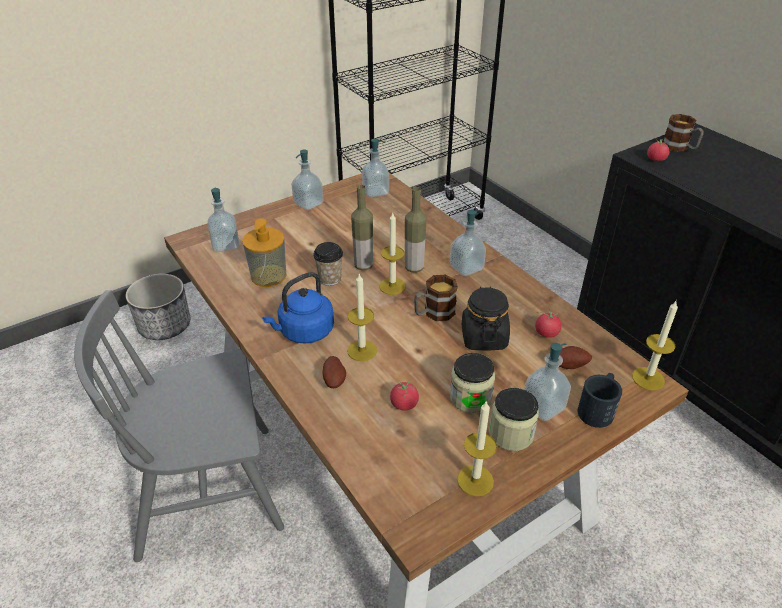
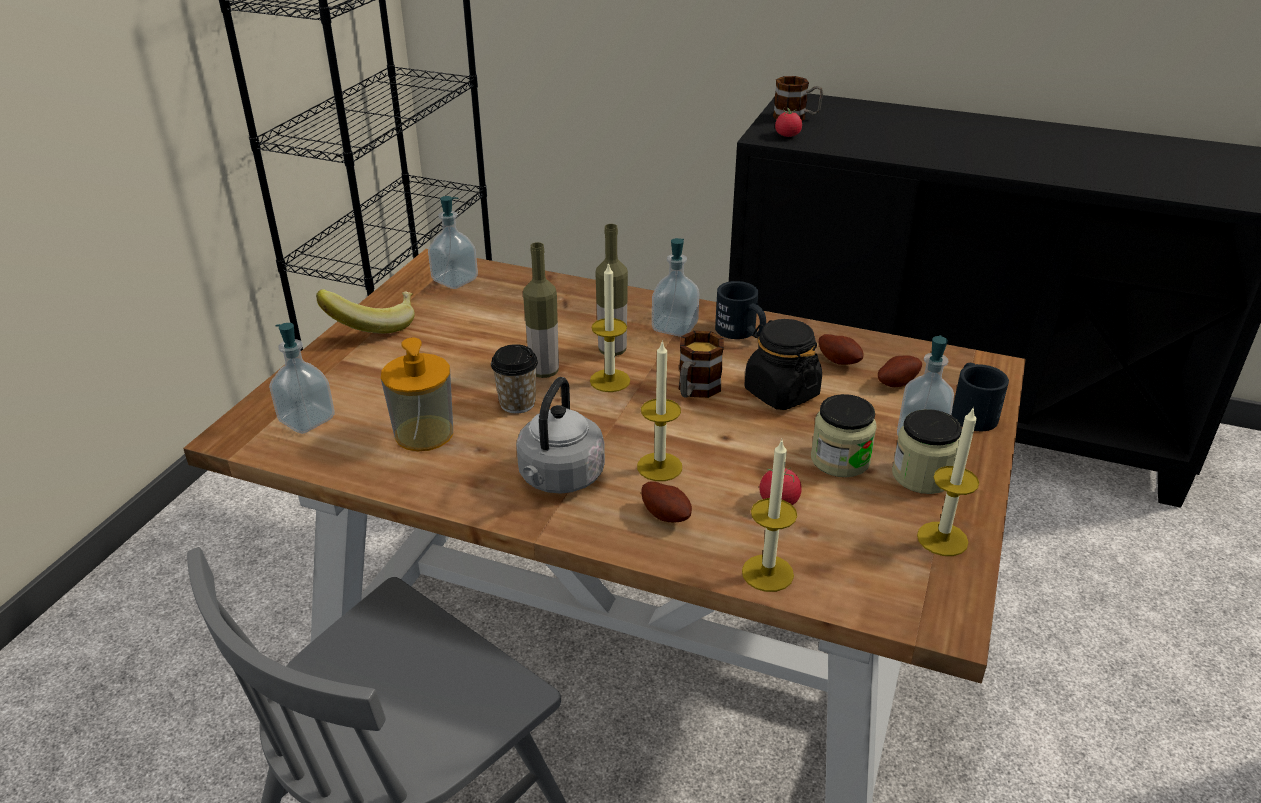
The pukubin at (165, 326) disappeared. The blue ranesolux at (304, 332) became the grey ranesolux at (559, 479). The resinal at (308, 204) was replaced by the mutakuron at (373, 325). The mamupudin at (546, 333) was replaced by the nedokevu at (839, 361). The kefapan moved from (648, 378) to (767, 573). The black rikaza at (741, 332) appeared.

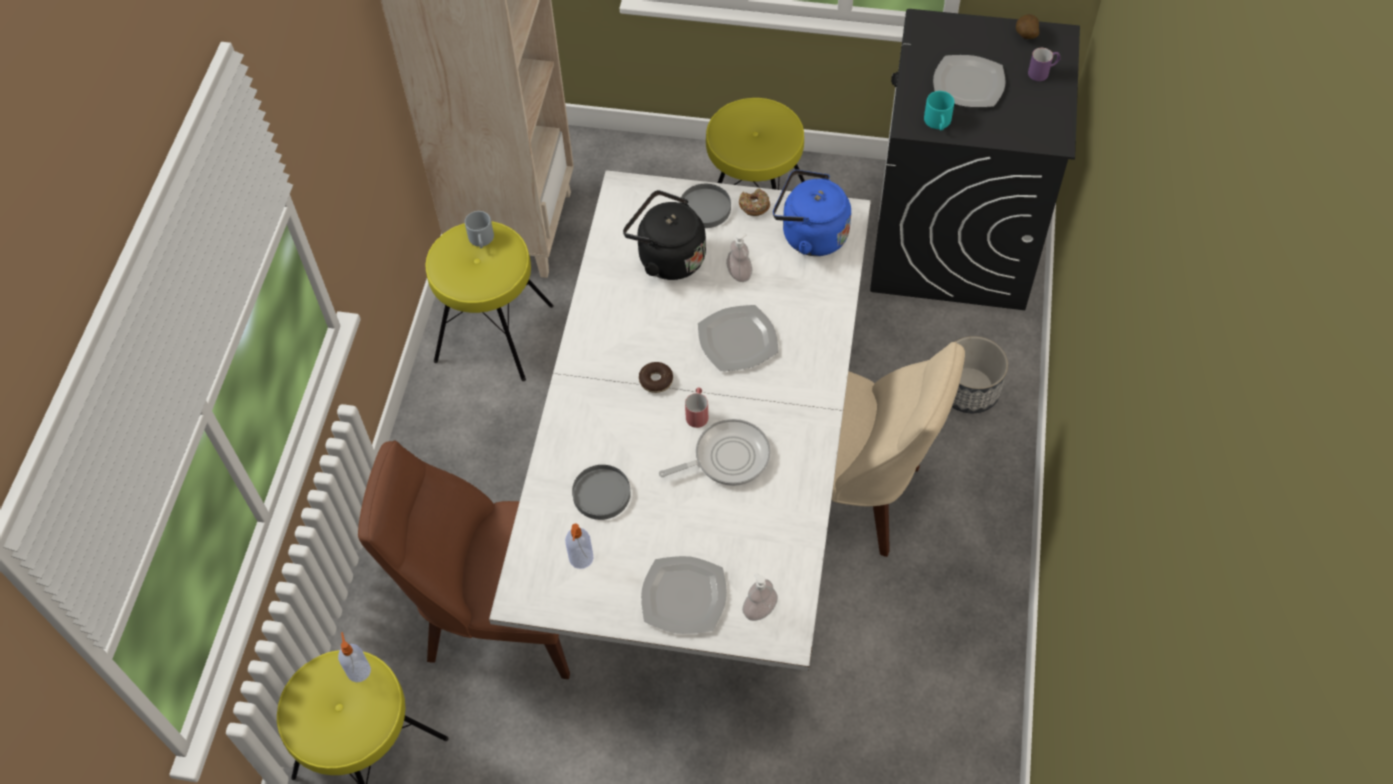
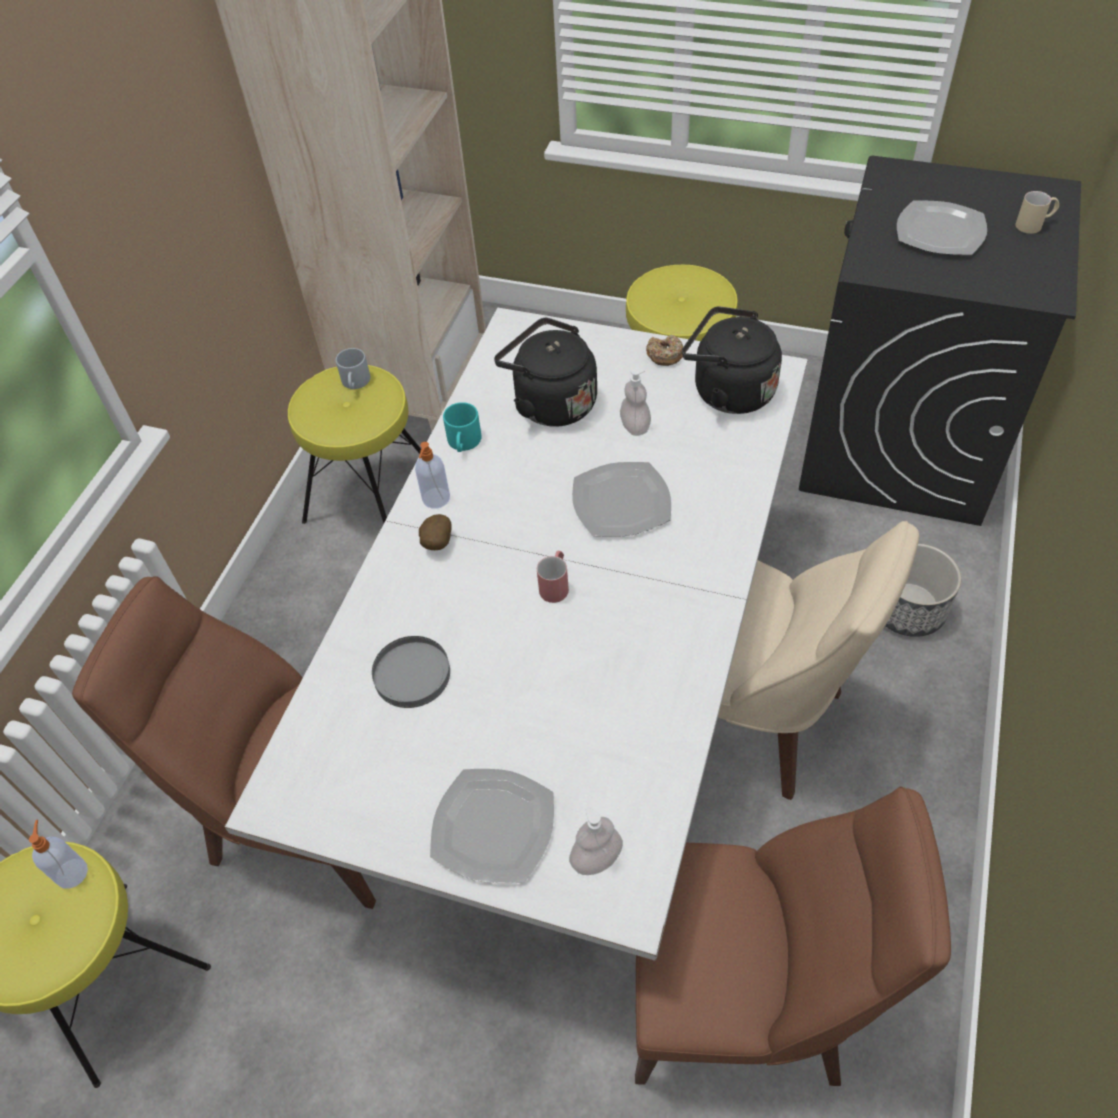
The resinal moved from (581, 559) to (435, 499). The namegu at (656, 380) disappeared. The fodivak at (727, 457) disappeared. The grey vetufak at (705, 208) disappeared. The blue ranesolux at (810, 235) became the black ranesolux at (728, 391). The turquoise rikaza moved from (938, 123) to (464, 443). The nedokevu moved from (1025, 36) to (436, 544). The purple rikaza at (1043, 72) became the beige rikaza at (1034, 225). The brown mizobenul at (745, 998) appeared.

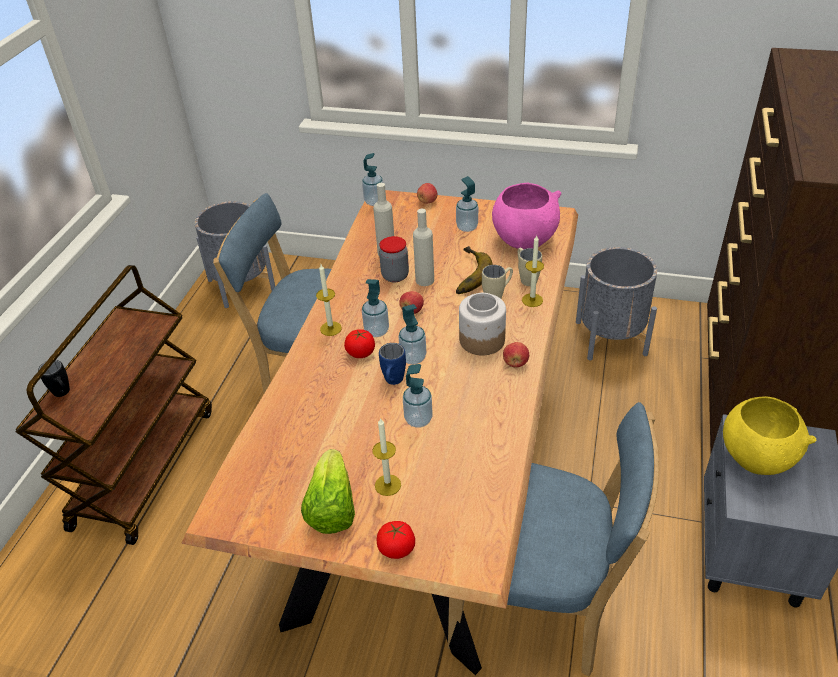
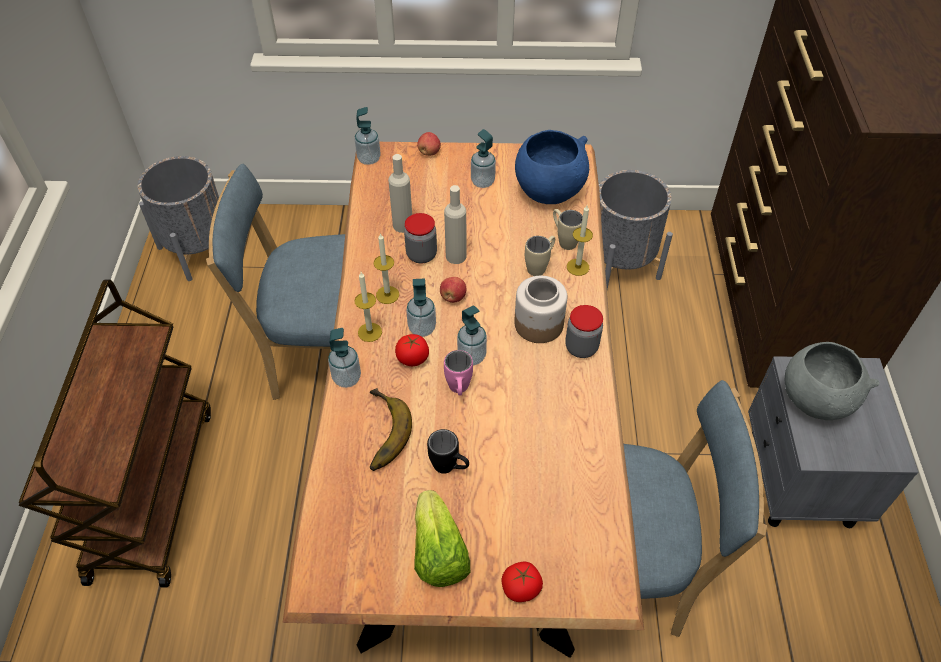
The black rikaza moved from (64, 394) to (450, 468). The kefapan moved from (387, 485) to (387, 295). The blue rikaza at (393, 383) became the pink rikaza at (459, 391). The resinal moved from (418, 419) to (347, 378). The mutakuron moved from (466, 274) to (378, 433). The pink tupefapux at (524, 240) became the blue tupefapux at (549, 191). The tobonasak at (515, 363) was replaced by the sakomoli at (581, 347). The yellow tupefapux at (756, 457) became the grey tupefapux at (815, 400).

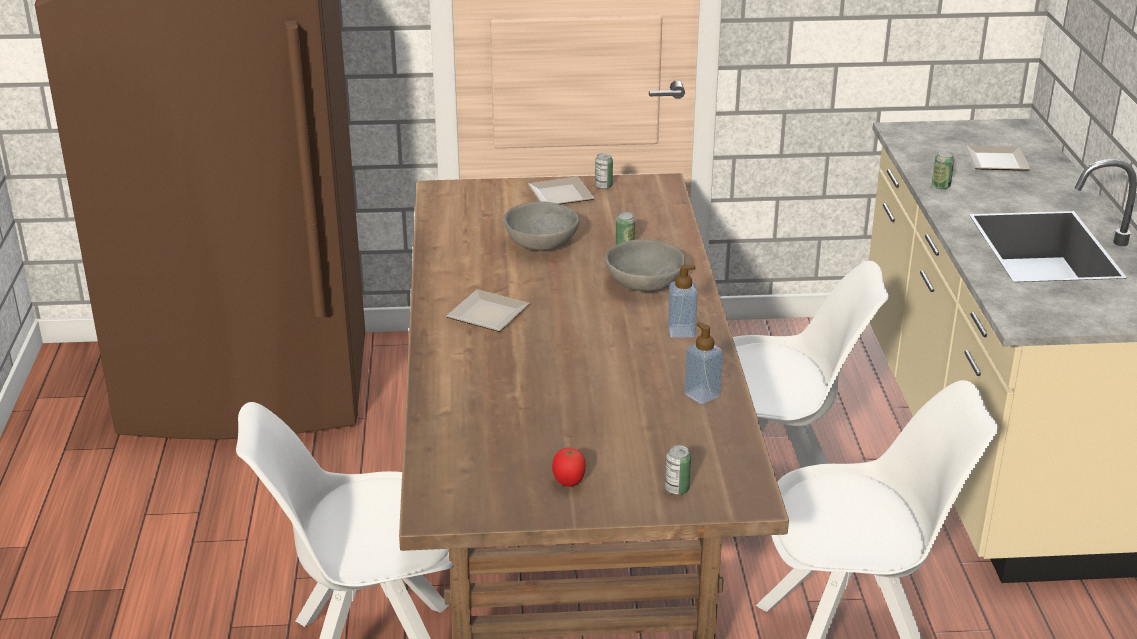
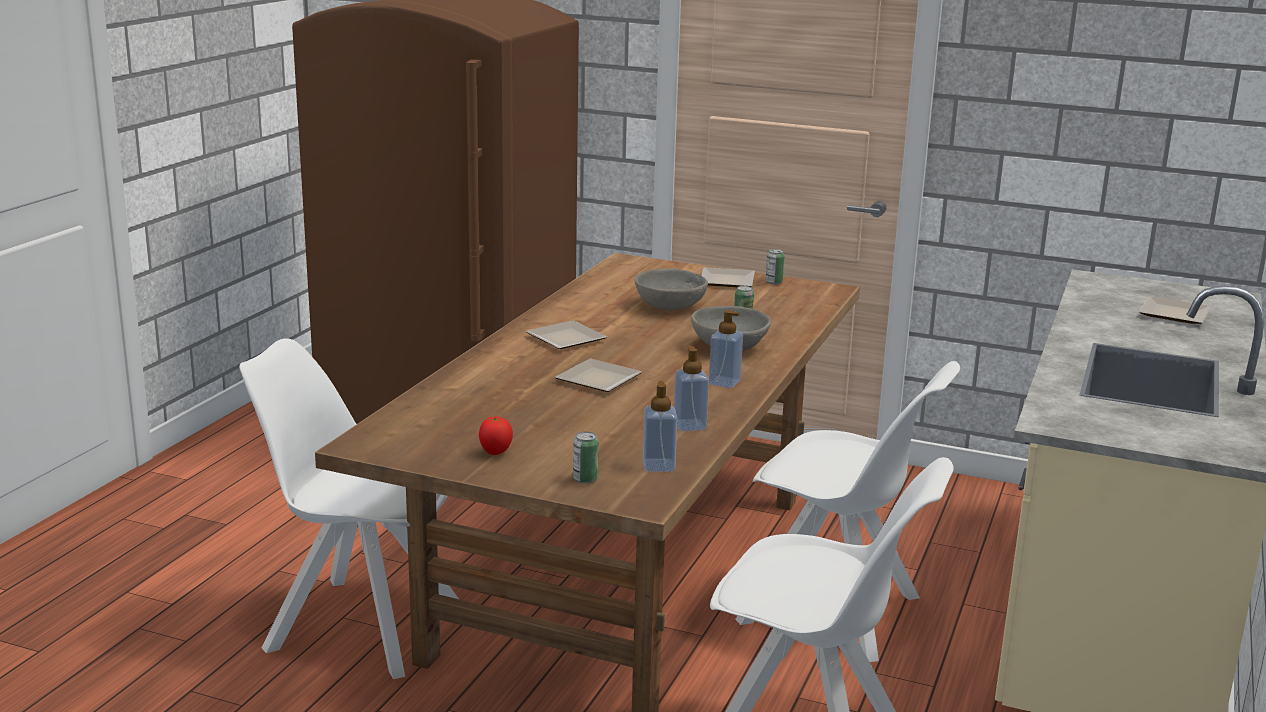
The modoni at (940, 186) disappeared. The vetufak at (601, 380) appeared. The resinal at (658, 466) appeared.

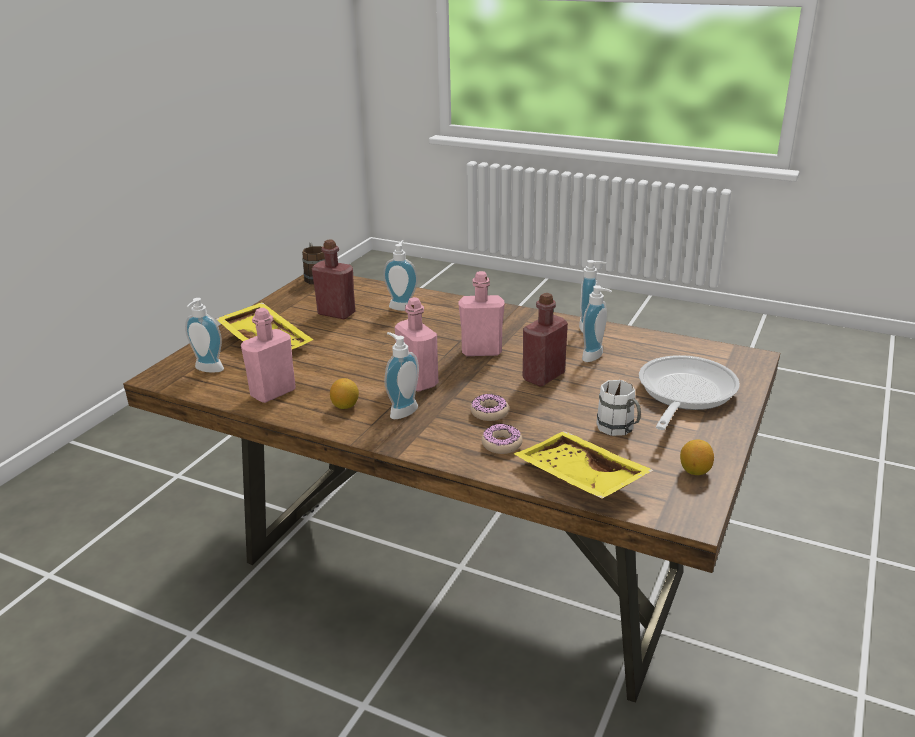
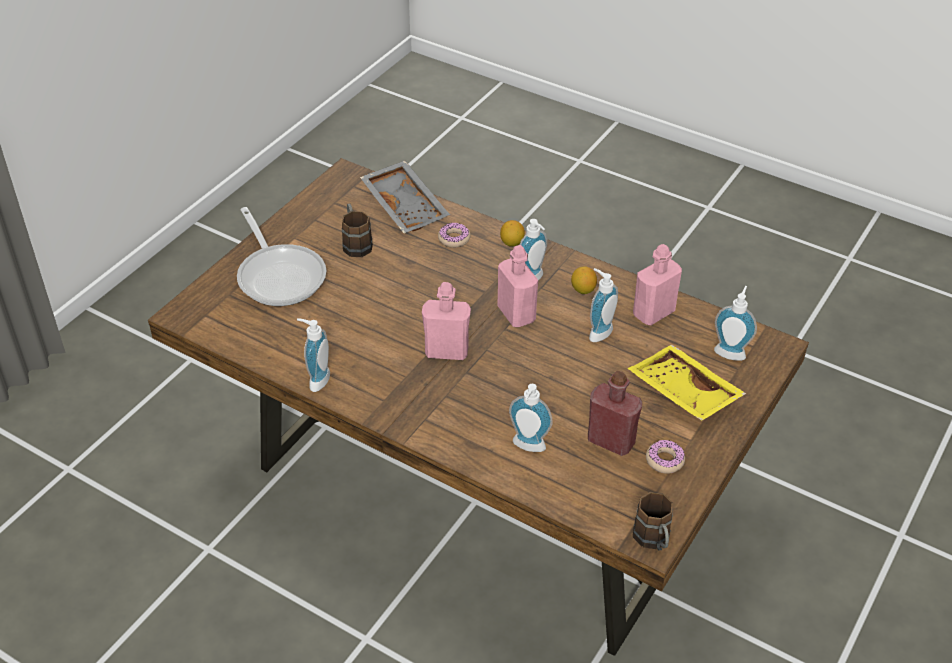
The namegu moved from (489, 412) to (664, 460). The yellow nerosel at (578, 478) became the grey nerosel at (406, 206). The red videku at (543, 377) disappeared. The resinal moved from (595, 357) to (598, 332). The white rikaza at (620, 430) became the brown rikaza at (355, 243). The fodivak at (683, 394) turned 60 degrees counterclockwise. The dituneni moved from (694, 471) to (512, 243).

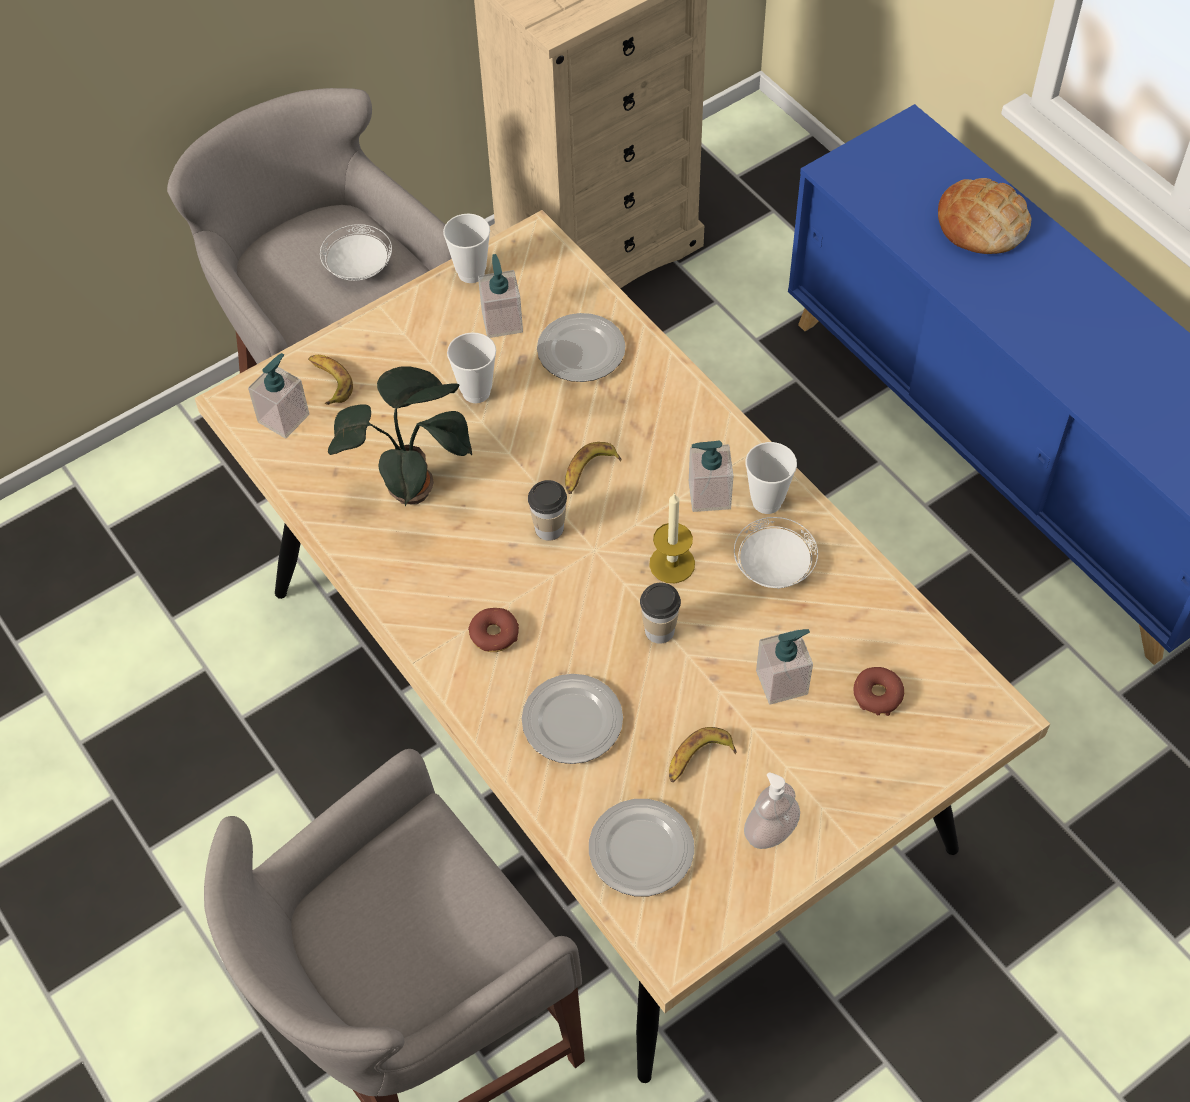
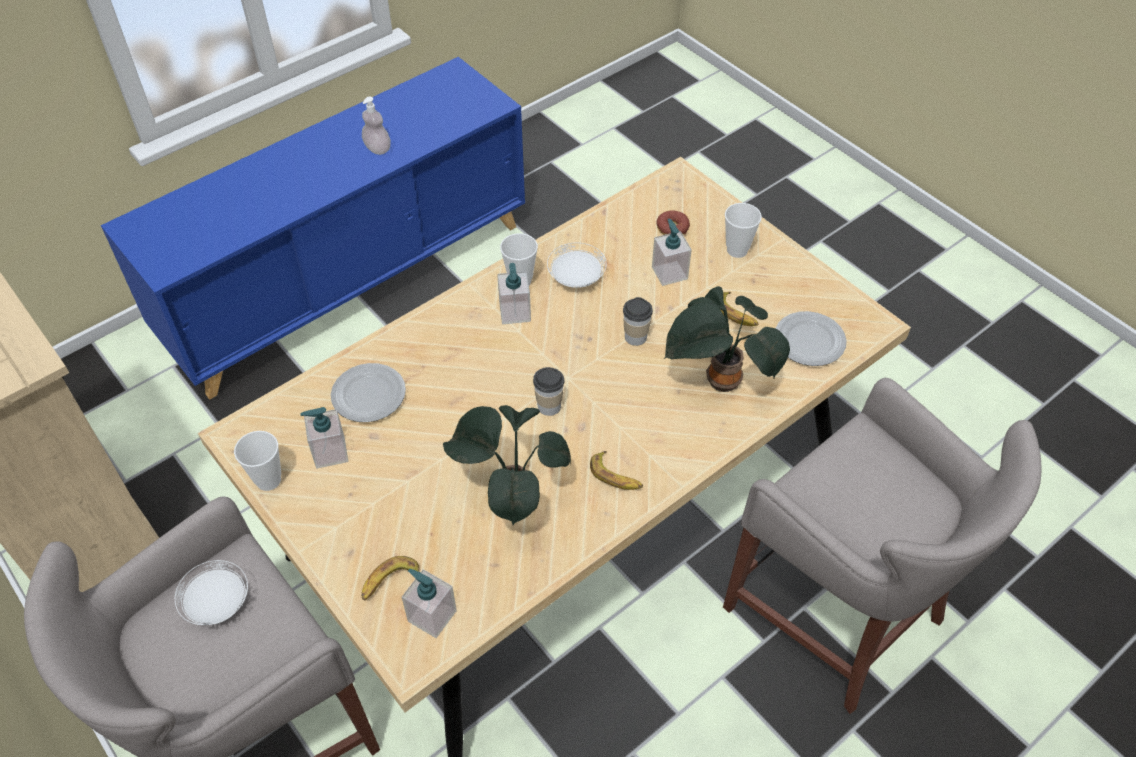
The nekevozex moved from (476, 392) to (737, 250). The namegu at (494, 634) disappeared. The vetufak at (572, 722) was replaced by the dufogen at (719, 383). The mutakuron moved from (589, 472) to (616, 476). The kefapan at (672, 564) disappeared. The resinal moved from (770, 831) to (377, 148). The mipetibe at (982, 224) disappeared.

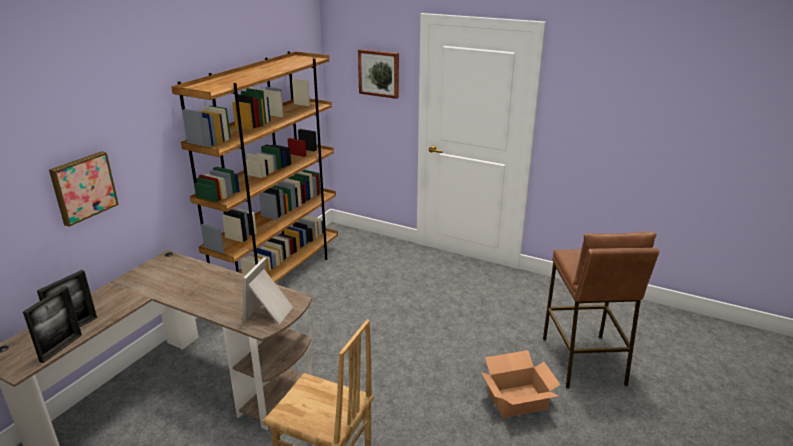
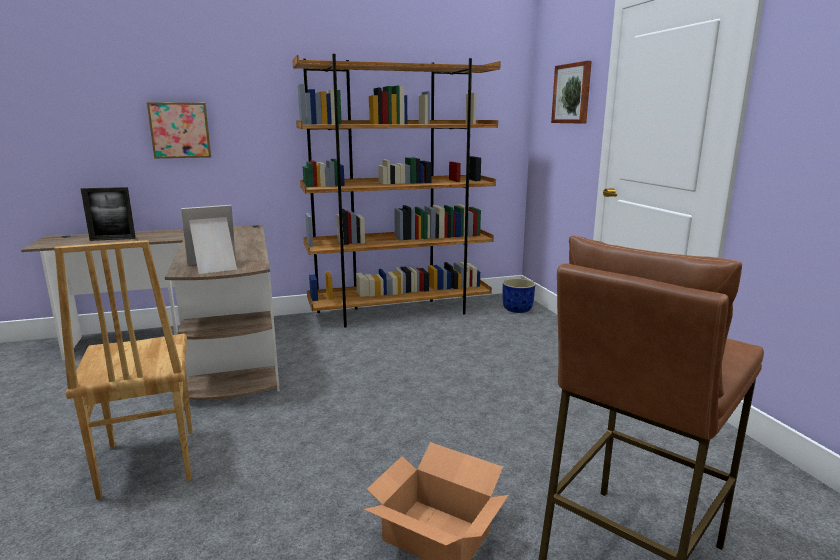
The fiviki at (61, 348) disappeared. The blue pukubin at (517, 309) appeared.

